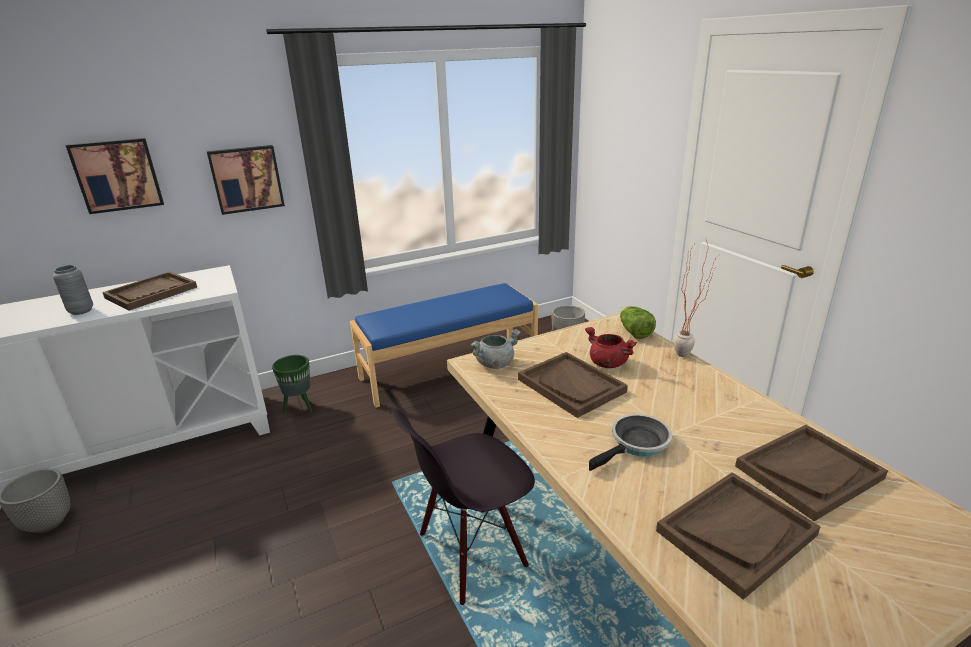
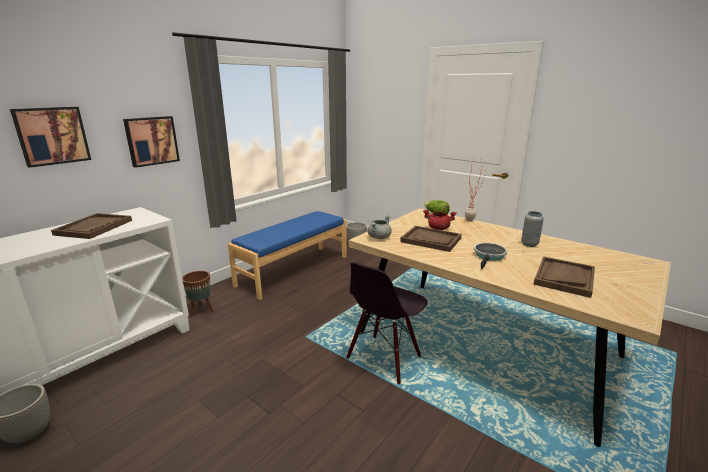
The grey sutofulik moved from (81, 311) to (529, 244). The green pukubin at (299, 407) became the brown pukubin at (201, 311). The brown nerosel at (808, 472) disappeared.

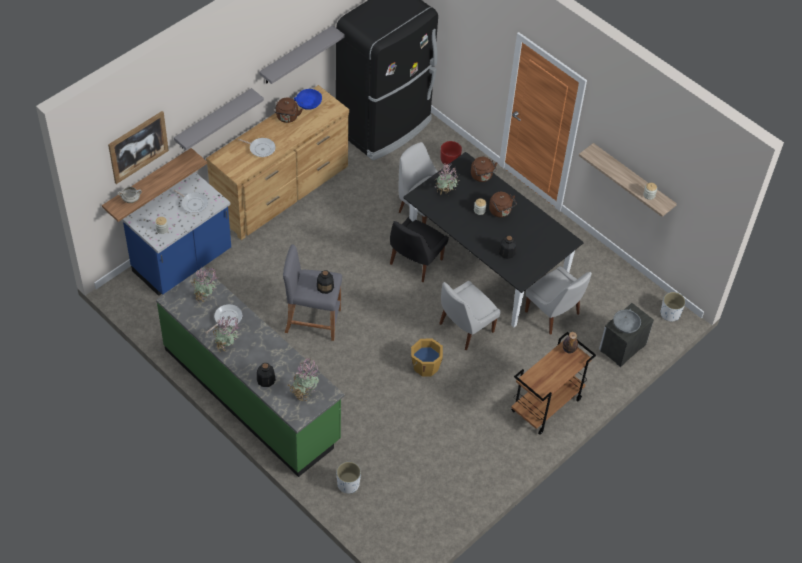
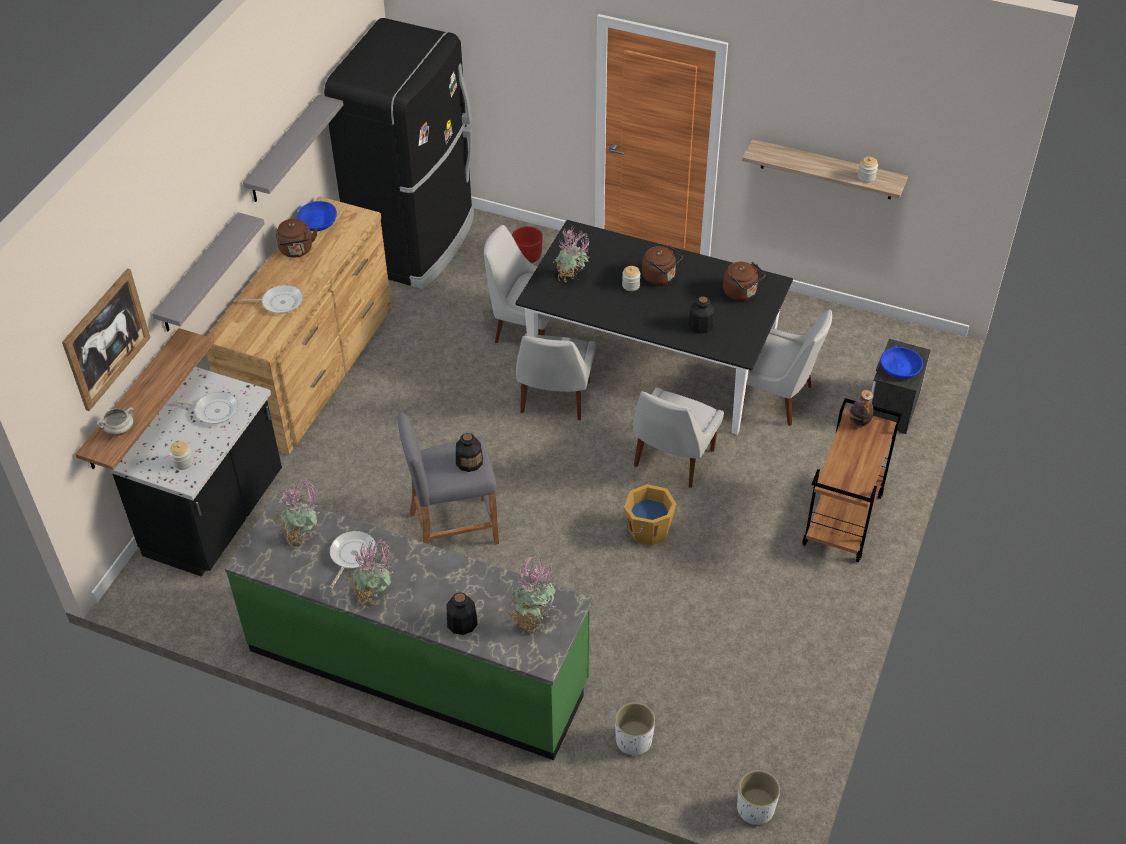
The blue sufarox at (183, 263) became the black sufarox at (216, 516). The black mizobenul at (415, 263) became the white mizobenul at (554, 399). The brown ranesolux moved from (482, 176) to (741, 293). The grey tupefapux at (626, 324) became the blue tupefapux at (899, 368). The white pukubin moved from (670, 314) to (755, 809).

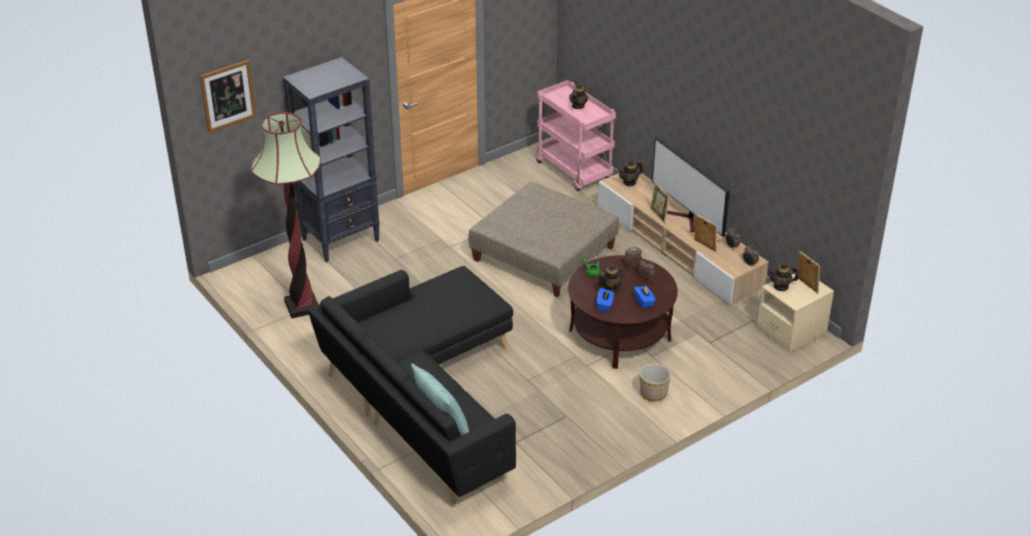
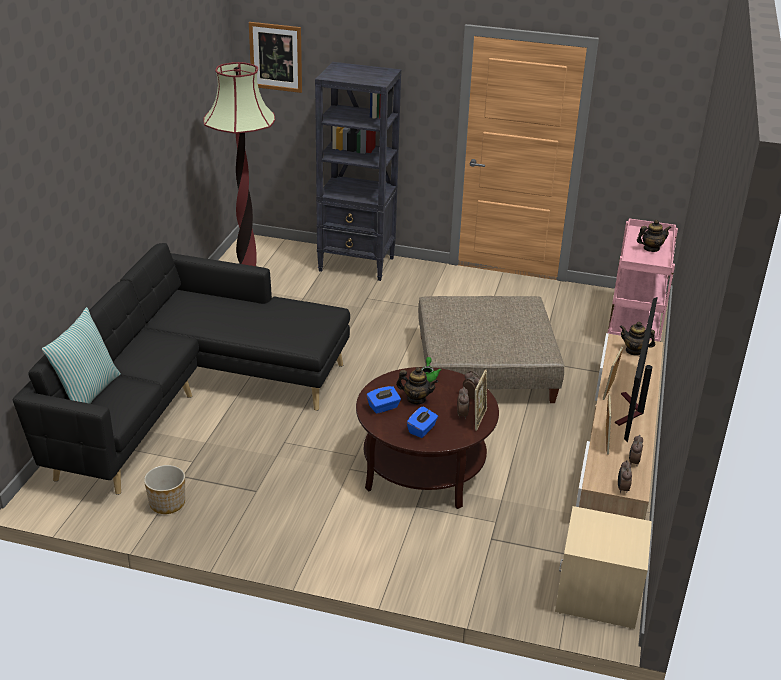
The pukubin moved from (653, 393) to (167, 503). The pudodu at (781, 286) disappeared. The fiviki moved from (806, 286) to (479, 419).

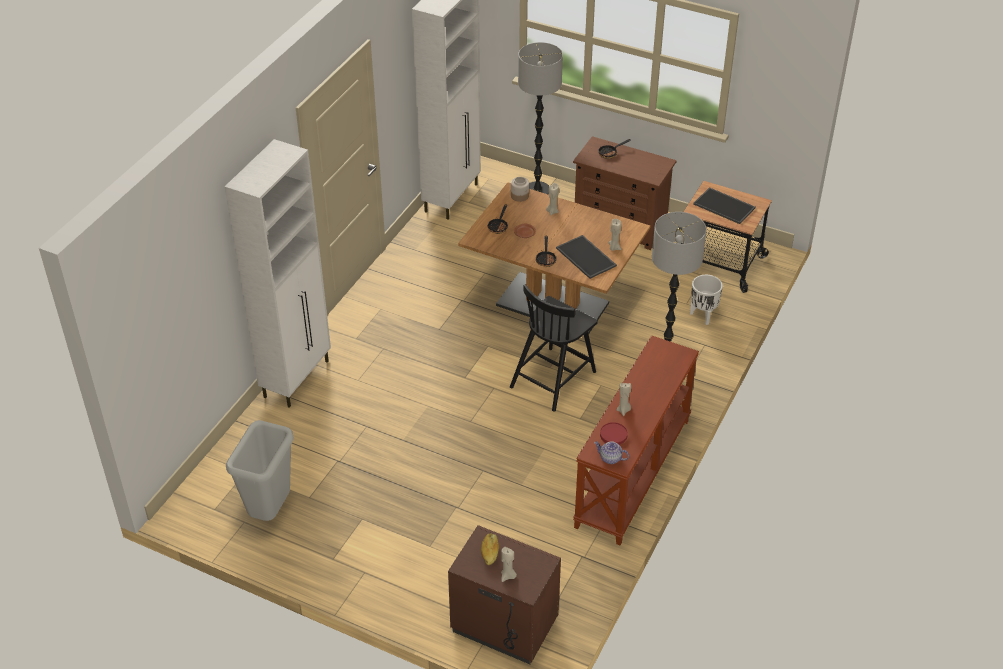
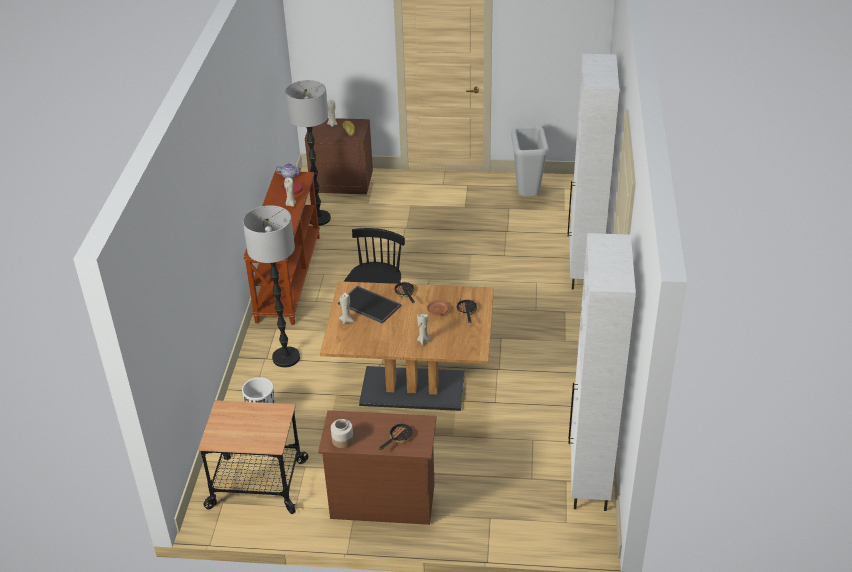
The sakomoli moved from (520, 196) to (342, 440). The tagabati moved from (537, 191) to (318, 219). The nerosel at (725, 206) disappeared.

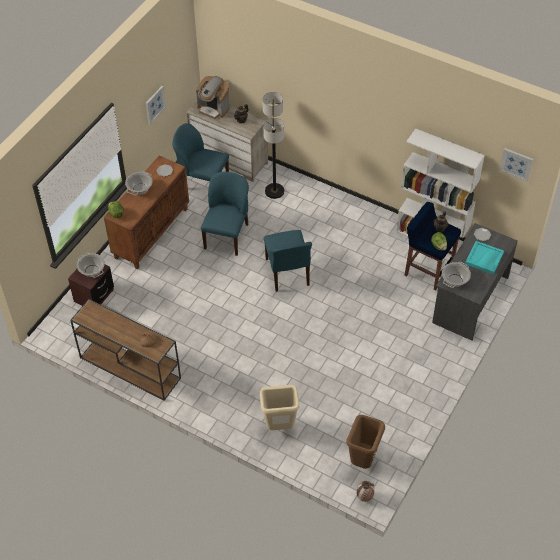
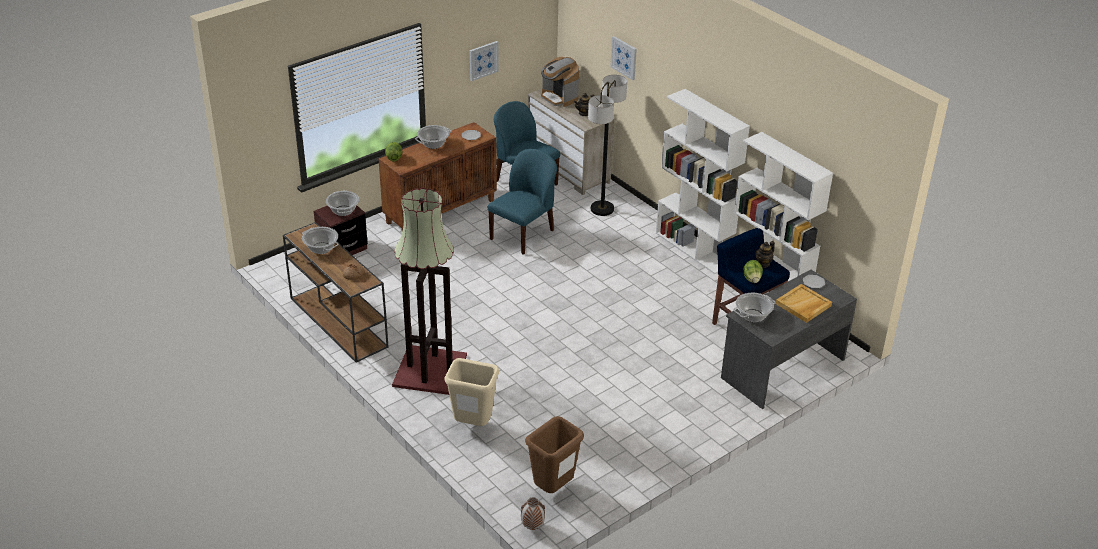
The blue mizobenul at (287, 273) disappeared. The turquoise nerosel at (484, 259) became the beige nerosel at (803, 305). The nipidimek moved from (516, 164) to (624, 57). The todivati at (321, 248) appeared. The tagabati at (429, 370) appeared. The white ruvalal at (694, 249) appeared.

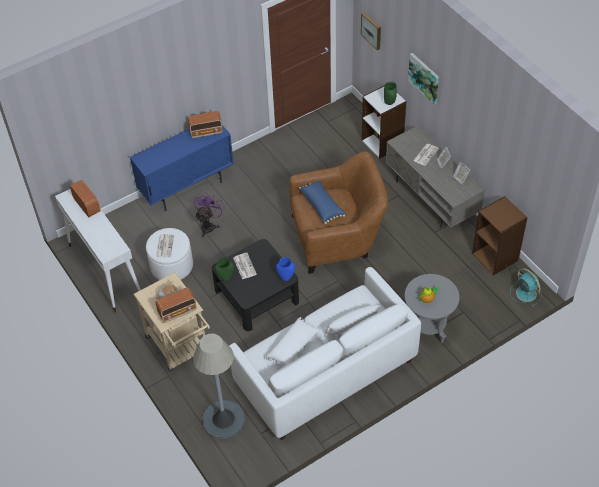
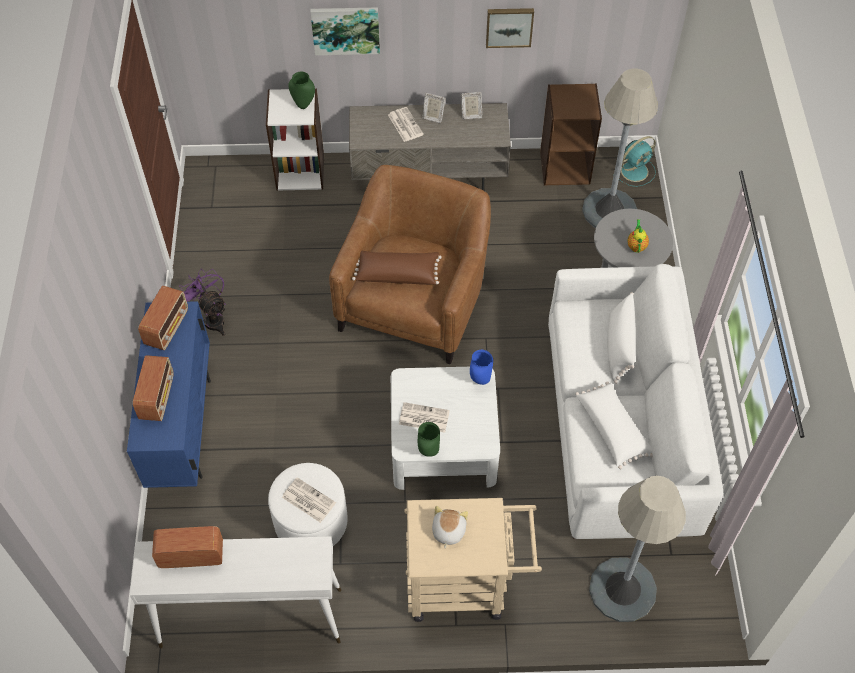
The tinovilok moved from (178, 312) to (157, 397). The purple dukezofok moved from (209, 225) to (211, 318). The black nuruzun at (256, 296) became the white nuruzun at (444, 443). The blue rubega at (322, 205) became the brown rubega at (397, 273). The nipidimek moved from (372, 30) to (509, 26). The turquoise dukezofok at (525, 292) turned 150 degrees clockwise. The grey tagabati at (609, 210) appeared.

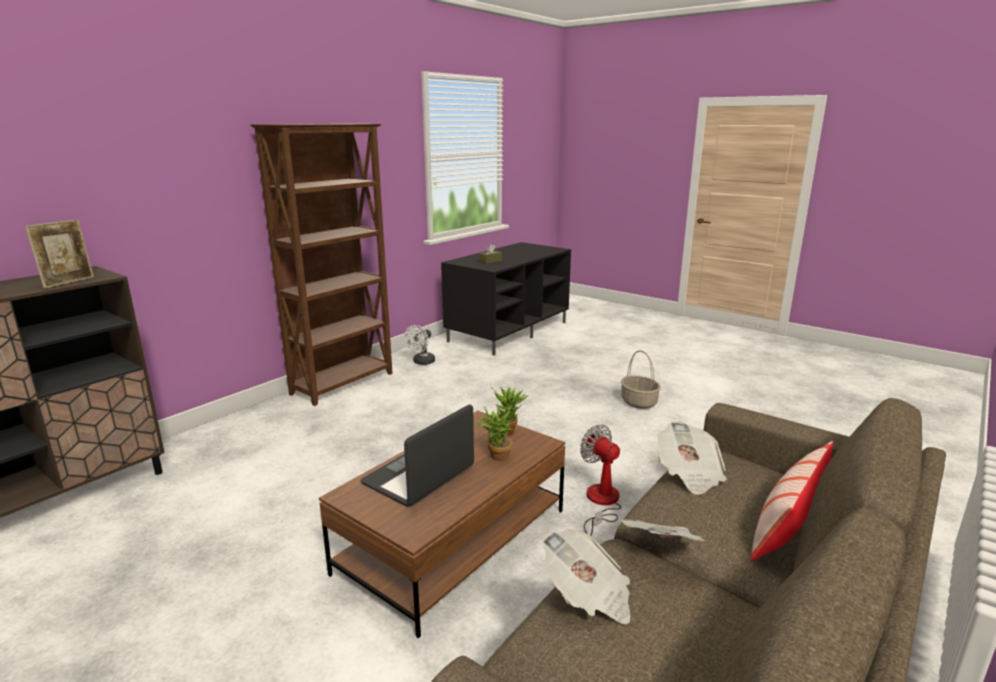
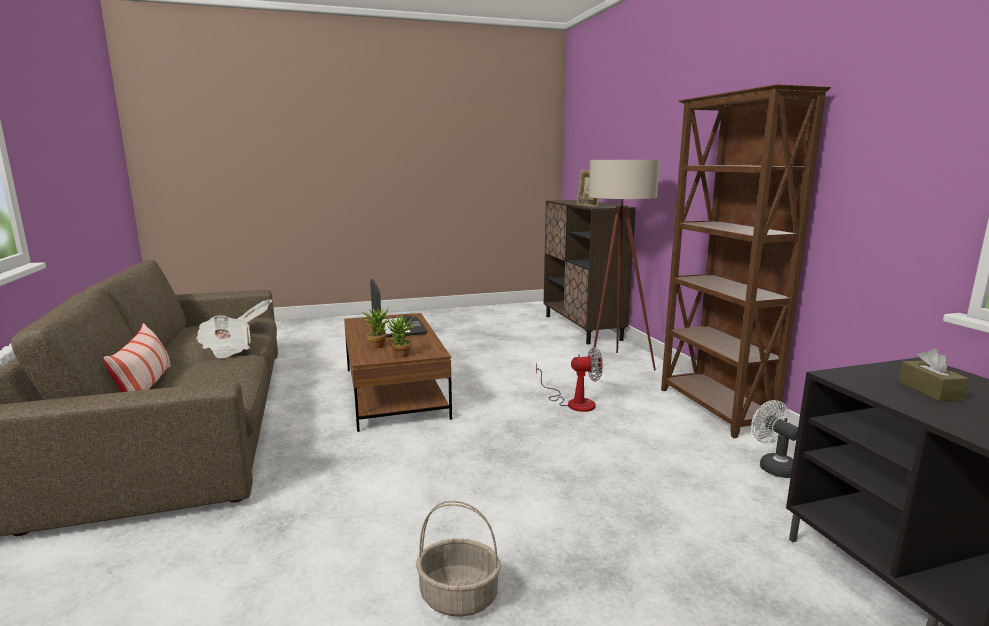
The dukezofok moved from (601, 503) to (573, 402). The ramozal at (689, 474) disappeared. The beige tagabati at (613, 365) appeared.

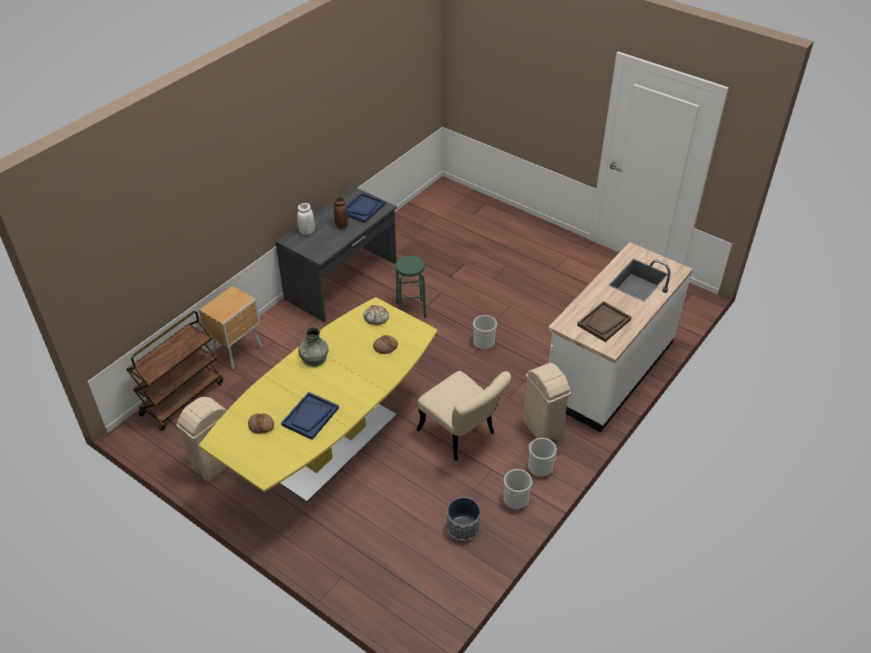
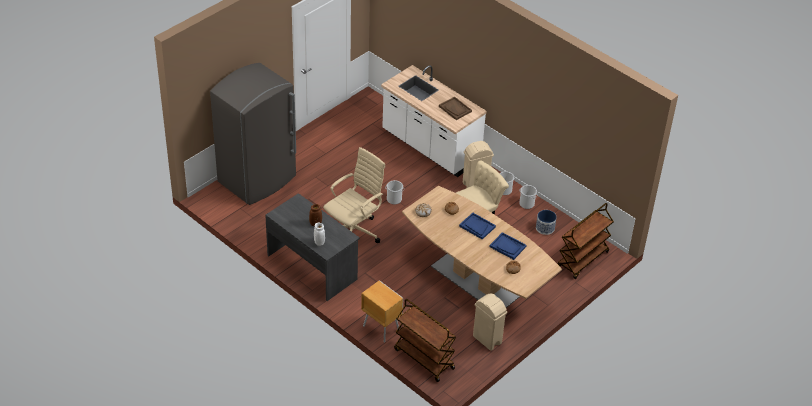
The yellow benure at (332, 444) became the brown benure at (476, 281). The grey sutofulik at (314, 358) disappeared. The blue nerosel moved from (363, 209) to (477, 226). The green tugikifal at (411, 310) was replaced by the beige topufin at (354, 232). The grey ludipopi at (258, 179) appeared. The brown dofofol at (582, 260) appeared.

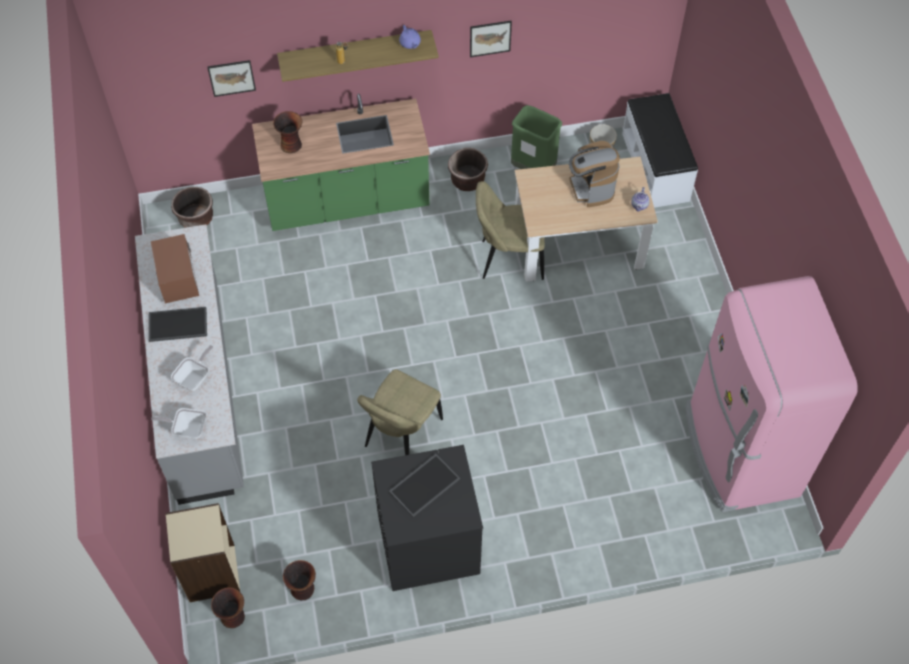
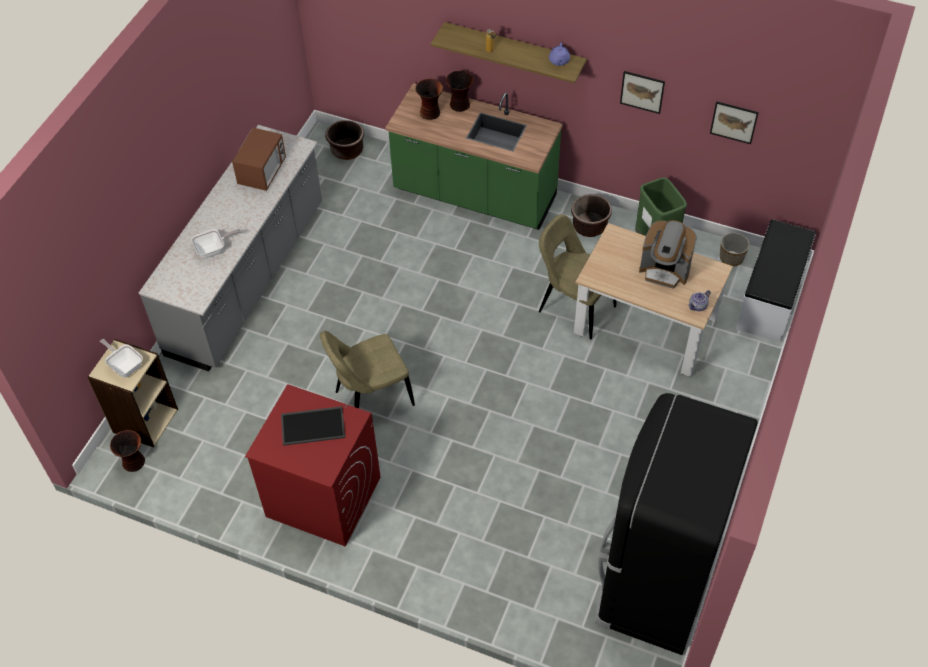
The nerosel at (177, 325) disappeared. The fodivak moved from (187, 429) to (125, 365). The nipidimek moved from (231, 77) to (734, 122). The sutofulik moved from (303, 589) to (460, 105). The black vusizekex at (427, 544) became the red vusizekex at (322, 497). The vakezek at (591, 188) turned 90 degrees counterclockwise. The pink ludipopi at (739, 452) became the black ludipopi at (654, 582).

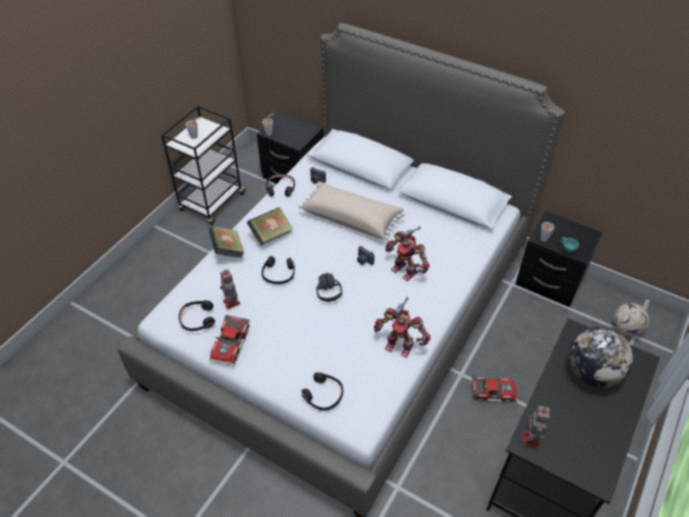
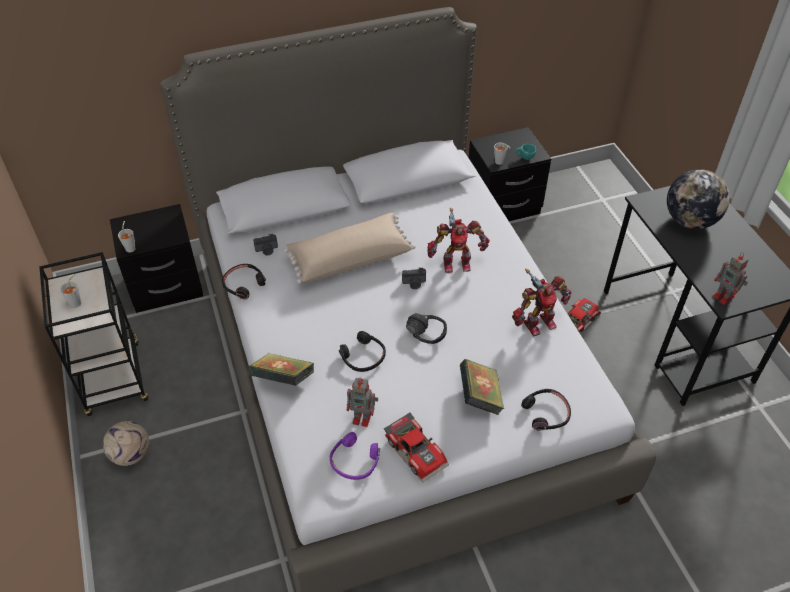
The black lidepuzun at (197, 319) became the purple lidepuzun at (354, 461). The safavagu moved from (271, 235) to (480, 397). The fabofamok moved from (626, 329) to (131, 454).

